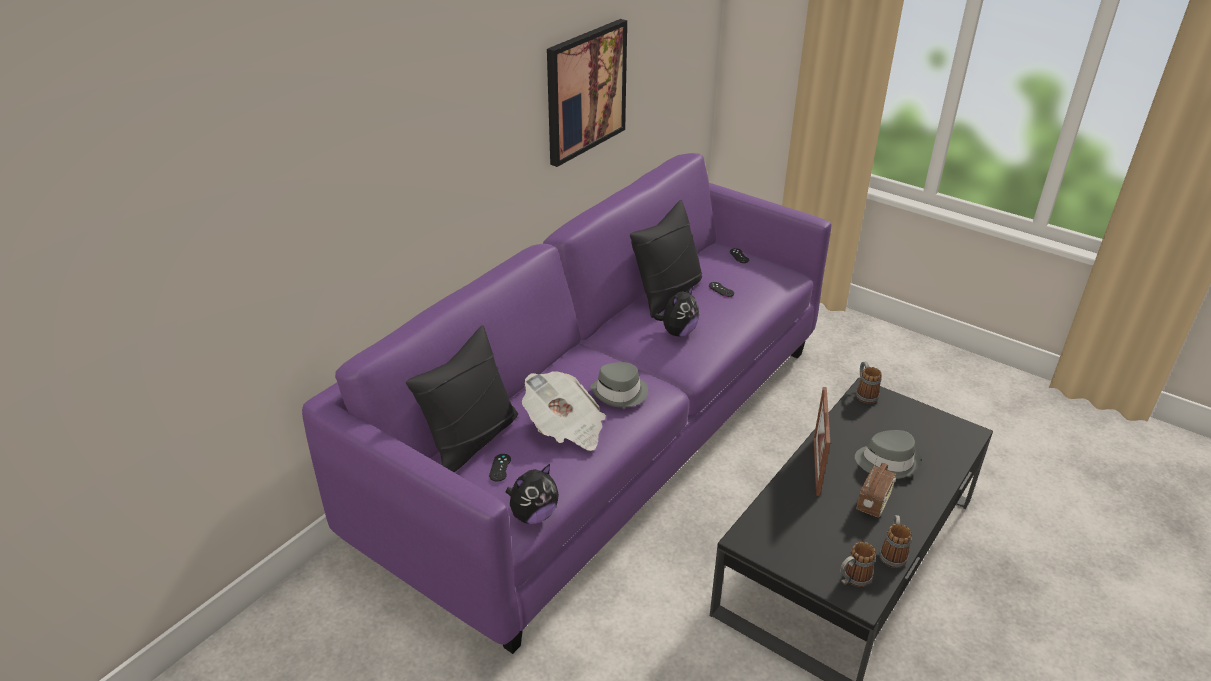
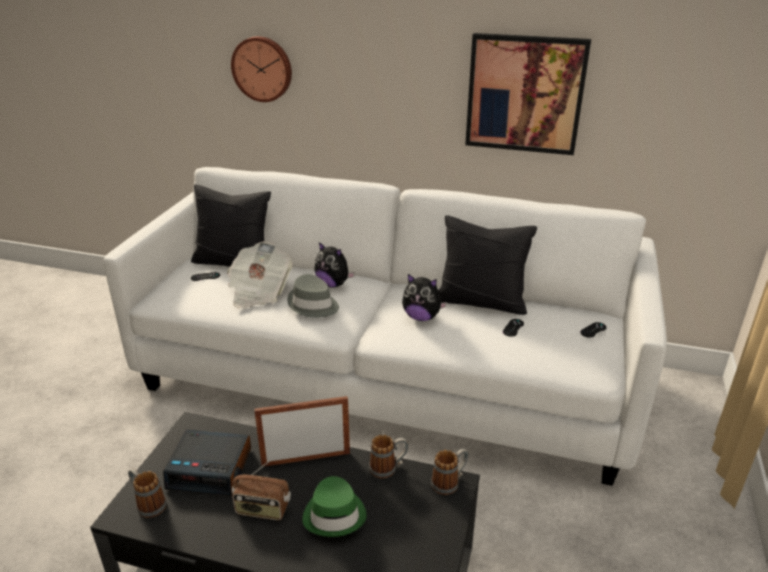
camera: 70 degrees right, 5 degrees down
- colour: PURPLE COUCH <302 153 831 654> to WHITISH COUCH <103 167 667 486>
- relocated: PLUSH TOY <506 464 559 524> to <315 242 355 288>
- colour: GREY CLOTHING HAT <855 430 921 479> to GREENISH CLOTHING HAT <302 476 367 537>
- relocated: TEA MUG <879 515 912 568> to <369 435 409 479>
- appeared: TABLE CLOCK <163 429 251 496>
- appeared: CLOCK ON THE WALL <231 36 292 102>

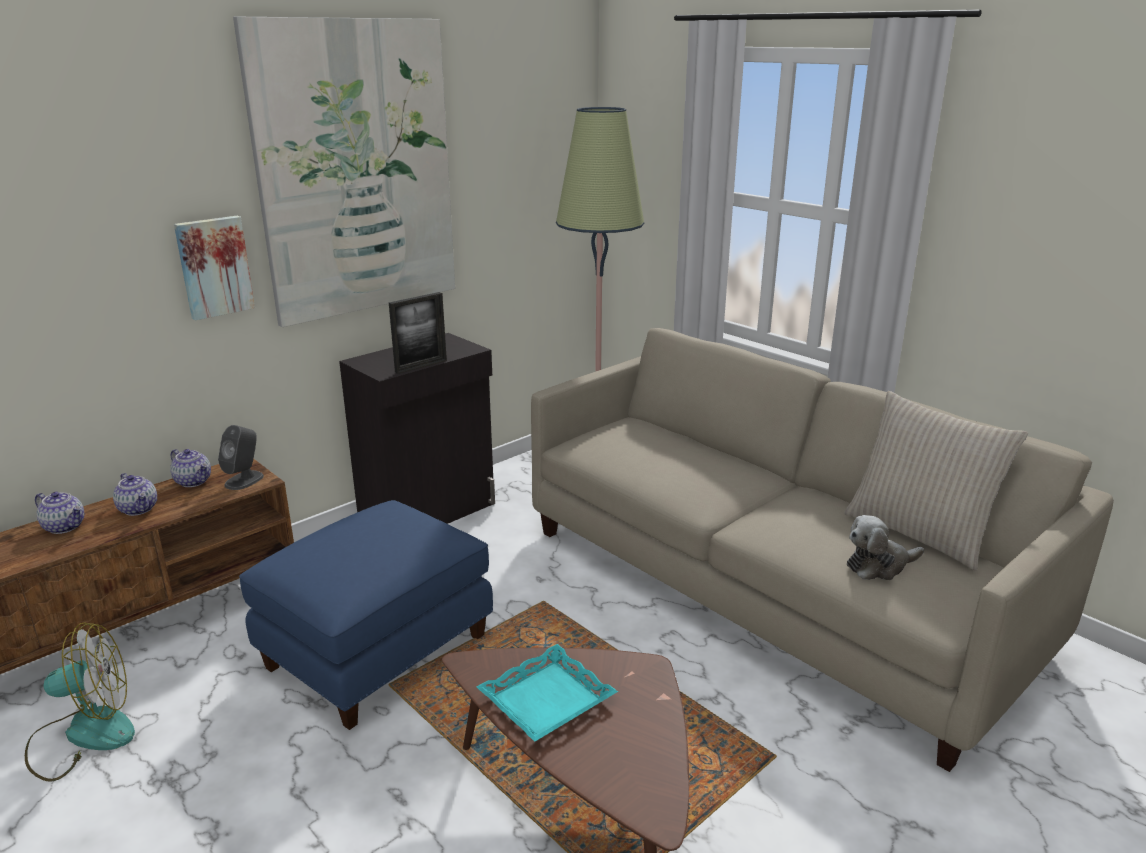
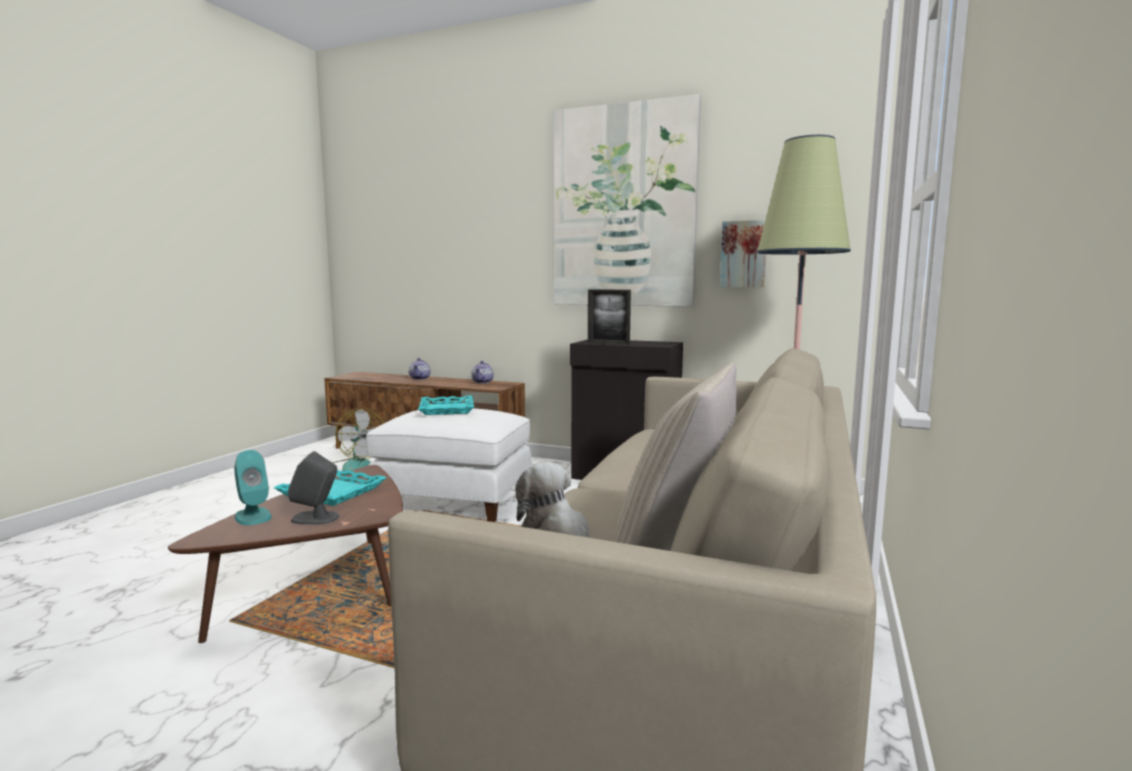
camera: 65 degrees right, 15 degrees down
- missing: TEA POT <113 473 157 516>
- relocated: WALL PICTURE <174 216 255 320> to <720 220 766 287>
- relocated: GREY LOUDSPEAKER <218 425 264 490> to <288 451 339 525>
- colour: BLUE OTTOMAN <239 500 493 730> to WHITISH OTTOMAN <366 408 531 522>
- appeared: TURQUOISE LOUDSPEAKER <234 450 272 525>
- appeared: TURQUOISE SERVING TRAY <418 395 474 415>

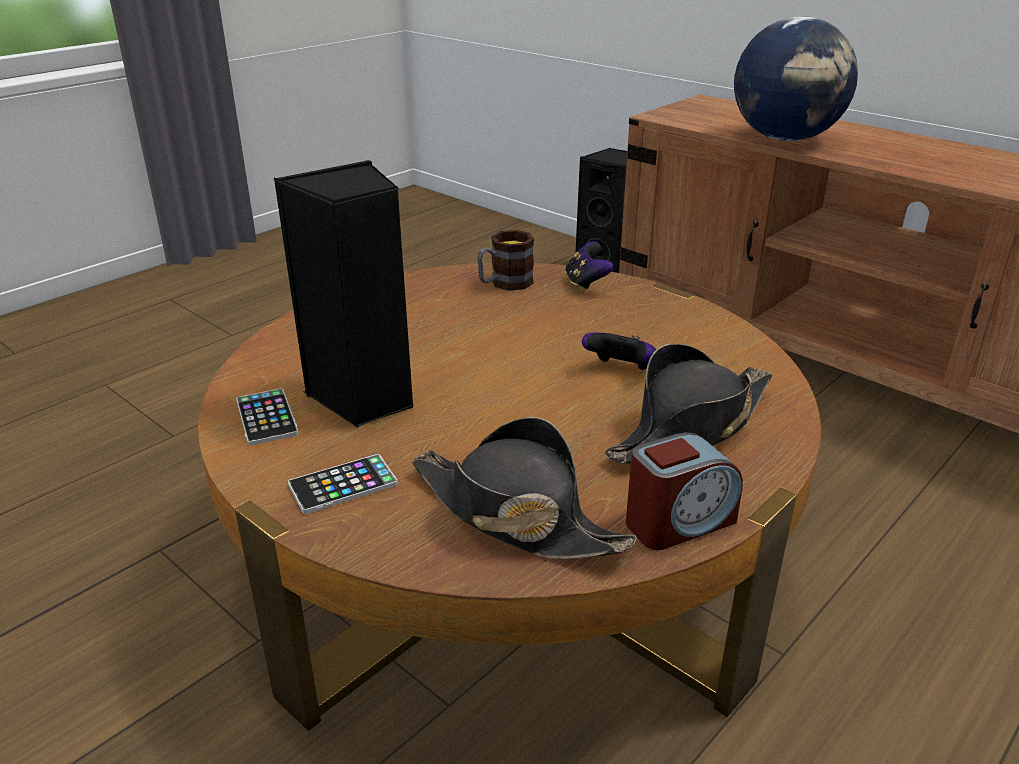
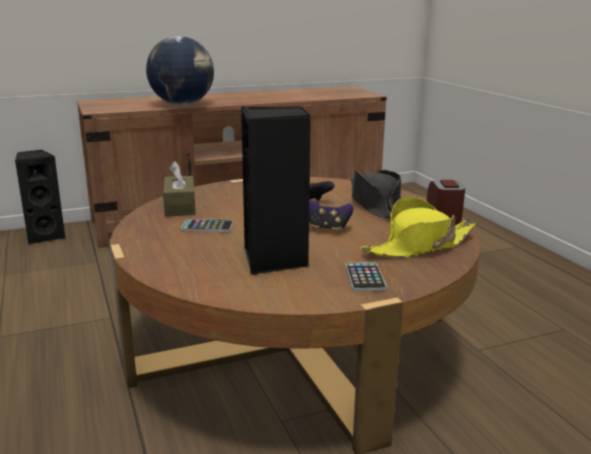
camera: 65 degrees left, 10 degrees down
- relocated: PHONE <236 389 298 445> to <181 219 234 232>
- colour: BLACK-COLOURED CLOTHING HAT <412 417 637 559> to YELLOW-COLOURED CLOTHING HAT <361 196 476 258>
- exchanged: TEA MUG <477 230 534 291> to BROWN BOX OF TISSUES <163 161 196 217>
- relocated: GAMEPAD <565 242 613 292> to <309 200 353 233>

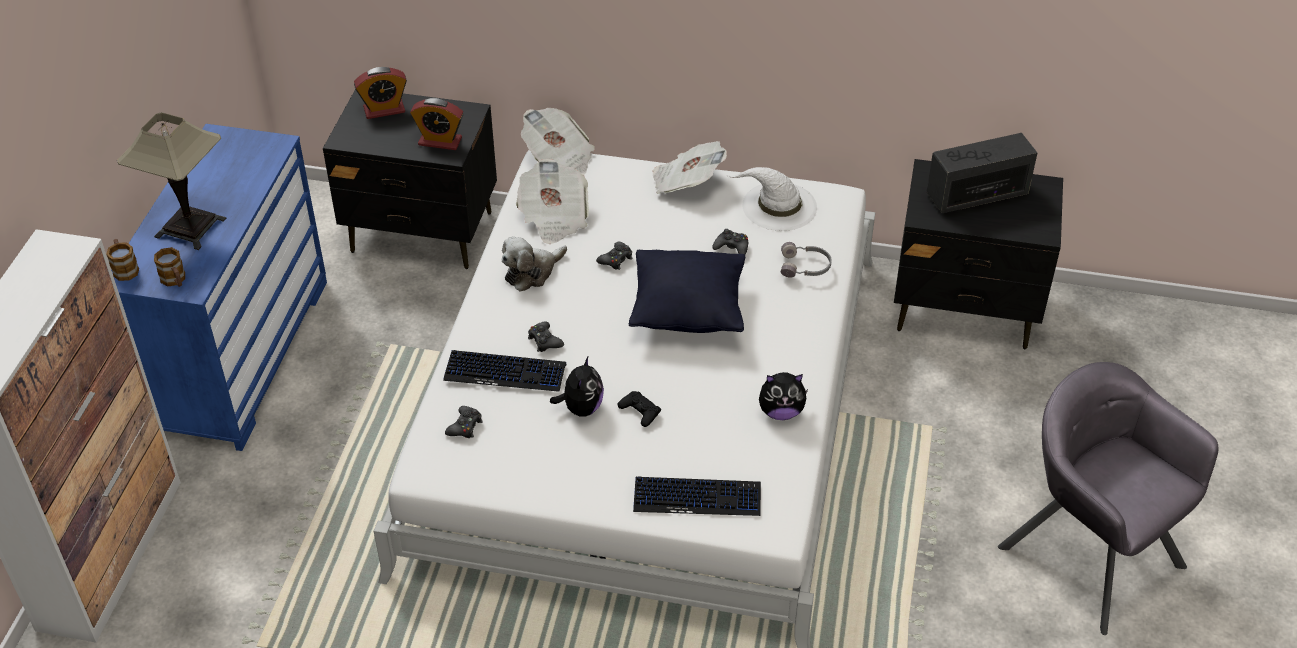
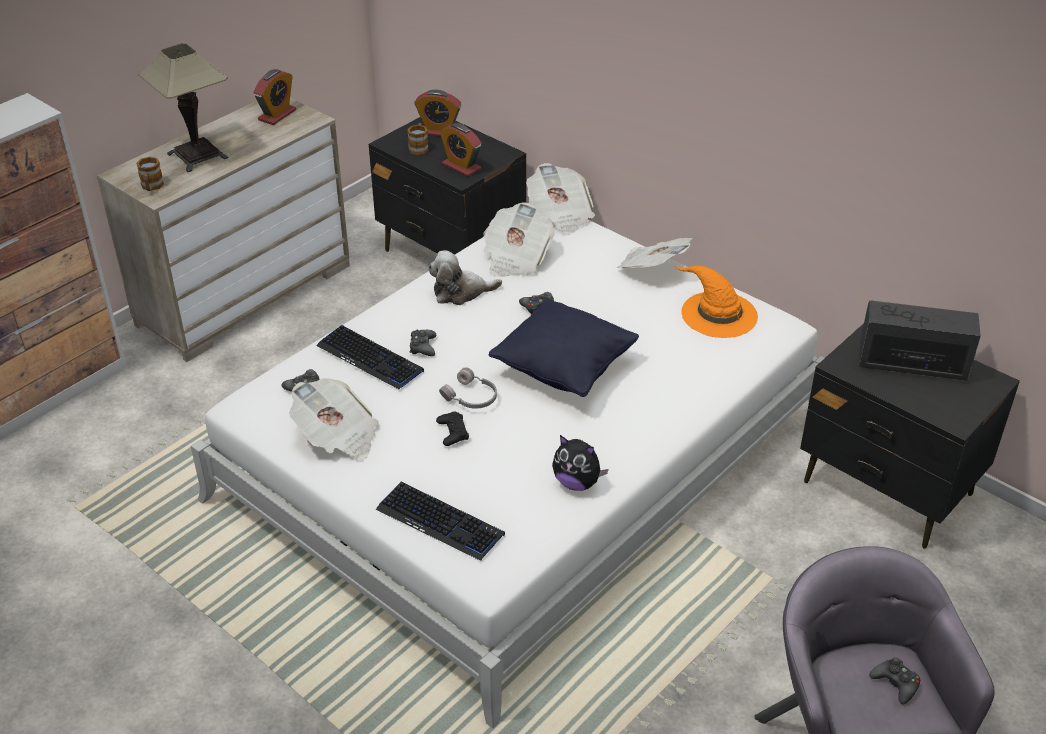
camera: 30 degrees right, 5 degrees down
- relocated: TEA MUG <106 239 139 281> to <407 123 429 155>
- colour: BLUE DRAWER CHEST <111 124 327 451> to SAND-COLOURED DRAWER CHEST <97 97 350 362>
- missing: PLUSH TOY <550 355 604 417>
- relocated: BLACK-COLOURED GAMEPAD <713 229 748 255> to <869 657 920 705>
- colour: WHITISH CLOTHING HAT <727 167 817 231> to ORANGE-COLOURED CLOTHING HAT <675 266 758 338>
- relocated: GREY PAIR OF HEADPHONES <781 242 832 278> to <439 367 497 409>
- appeared: TABLE CLOCK <253 69 296 125>
- appeared: PRINTED PAPER <289 378 379 460>

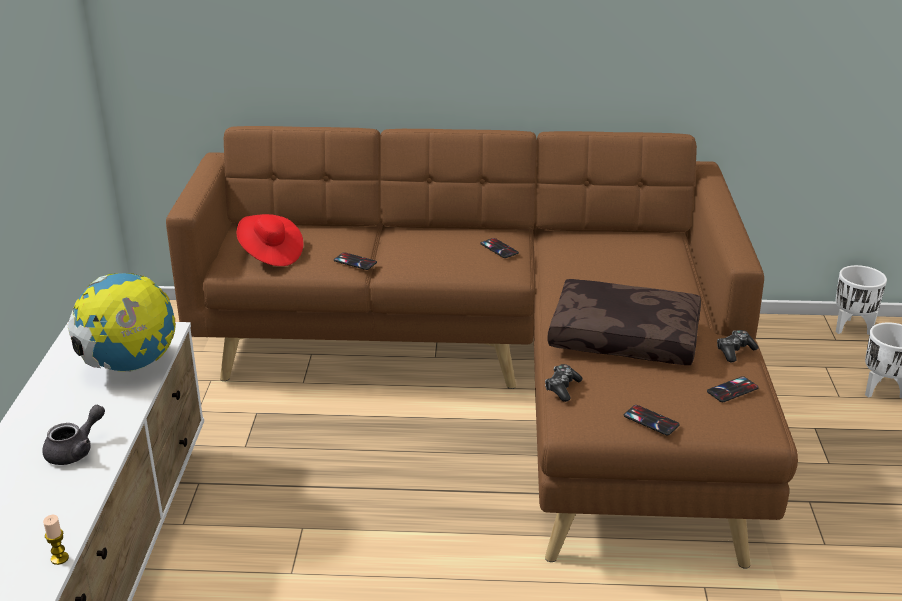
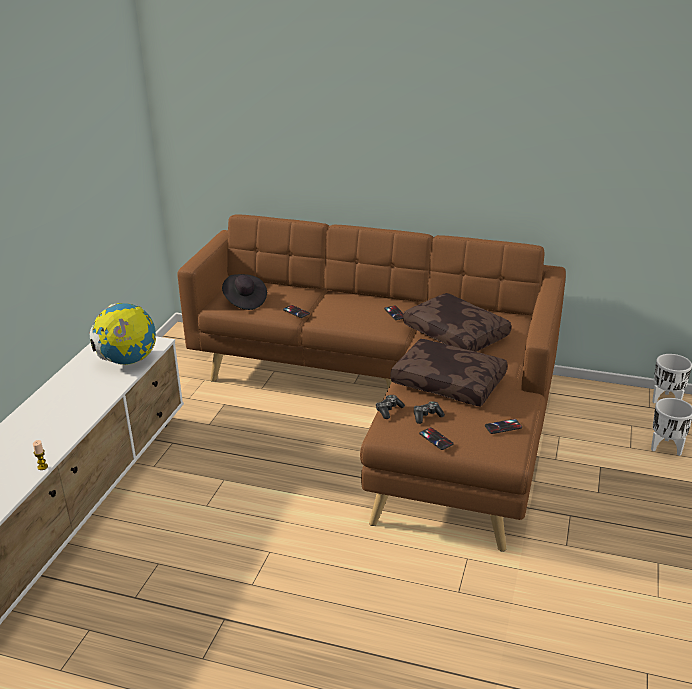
camera: 15 degrees right, 0 degrees up
- missing: GREY TEA POT <42 405 105 465>
- colour: REDDISH CLOTHING HAT <237 214 303 266> to BLACK-COLOURED CLOTHING HAT <222 274 267 310>
- relocated: GAMEPAD <717 330 759 362> to <414 401 445 424>
- appeared: BROWN PILLOW <403 293 511 352>

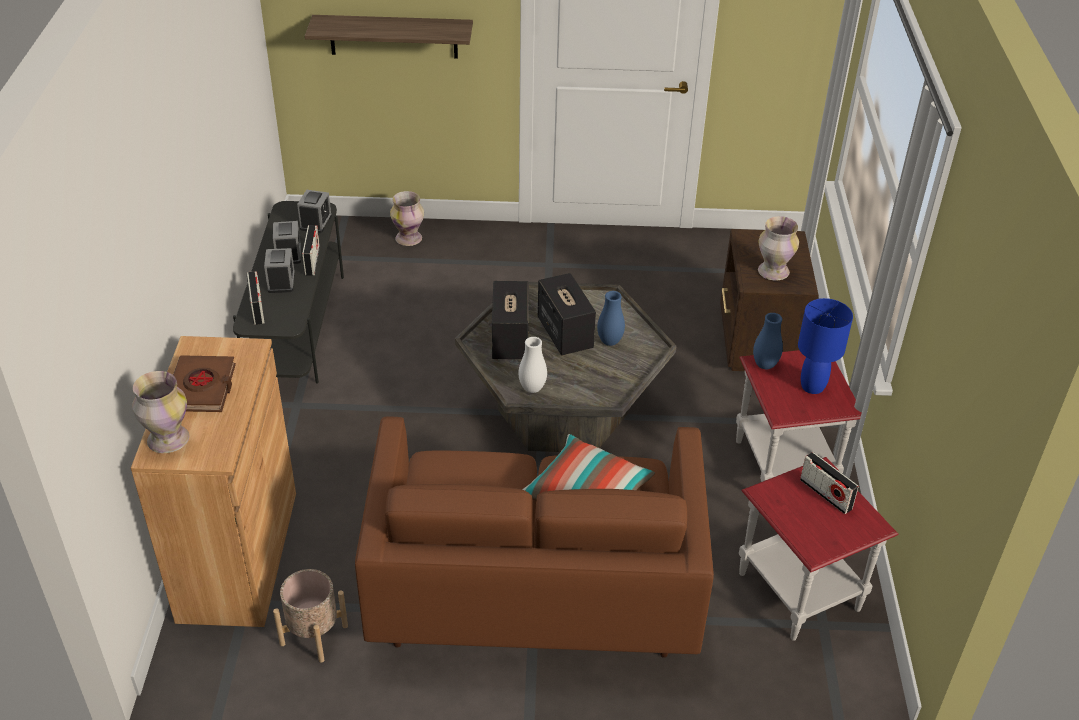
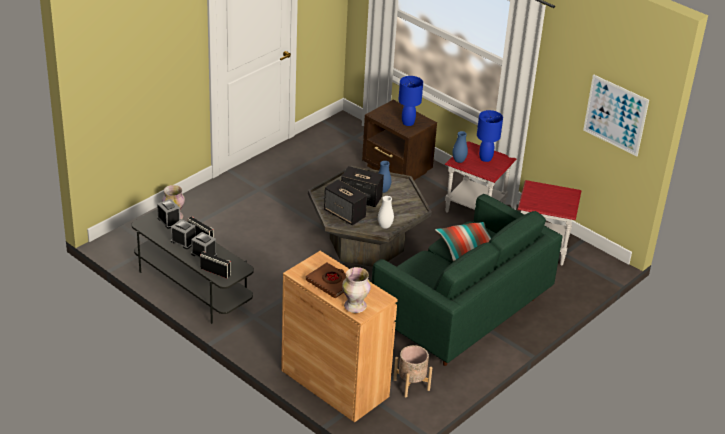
camera: 50 degrees left, 5 degrees down
- missing: BRACKET SHELF <305 15 473 59>
- colour: BROWN COUCH <355 416 714 658> to GREENISH COUCH <371 194 562 366>
- exchanged: FLOWER VASE <758 216 799 281> to BLUE TABLE LAMP <398 76 423 126>
- missing: RADIO <800 452 859 514>
- appeared: WALL PICTURE <583 75 649 156>

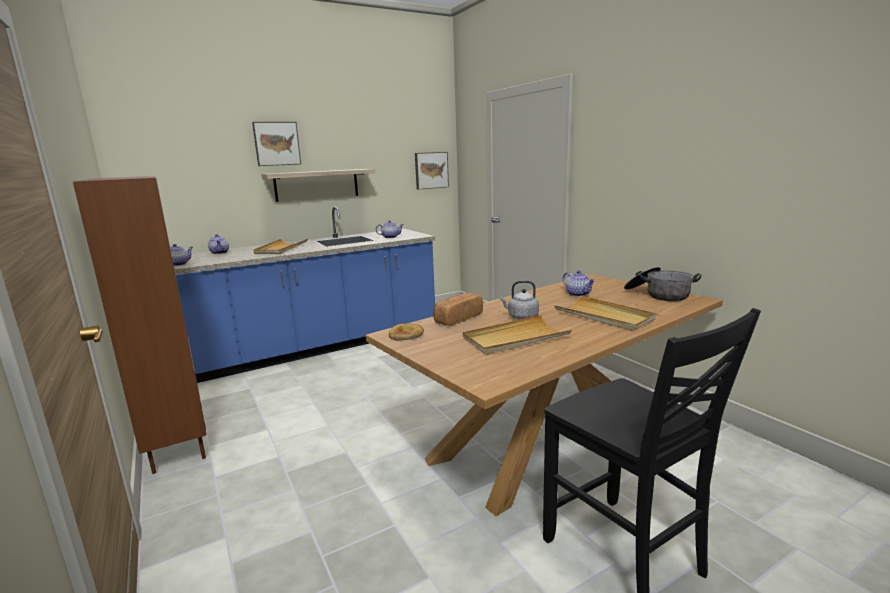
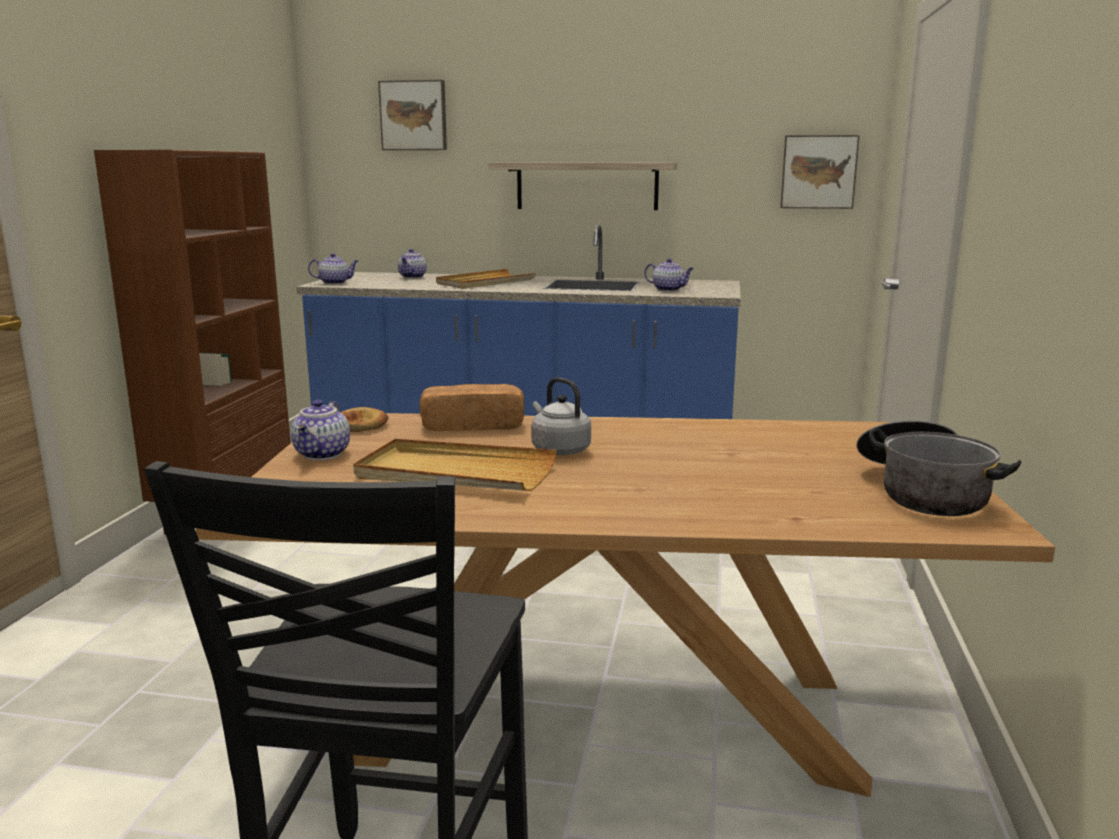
camera: 40 degrees right, 0 degrees up
- relocated: WALL PICTURE <252 122 301 166> to <378 80 447 150>
- missing: SAND-COLOURED SERVING TRAY <554 296 656 331>
- relocated: TEA POT <563 270 595 297> to <291 400 350 460>

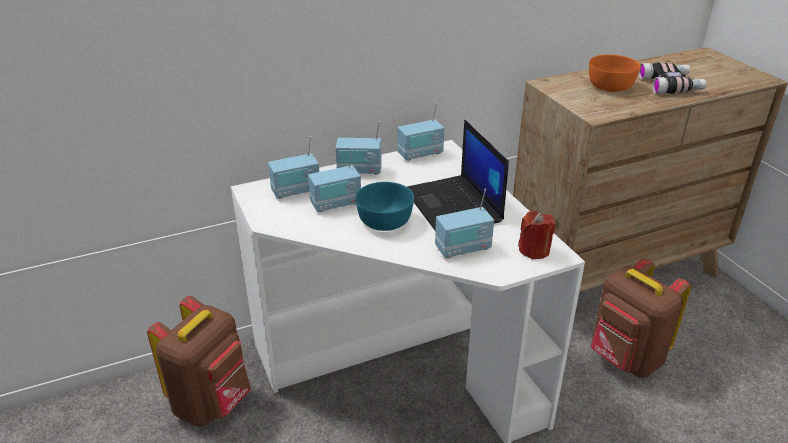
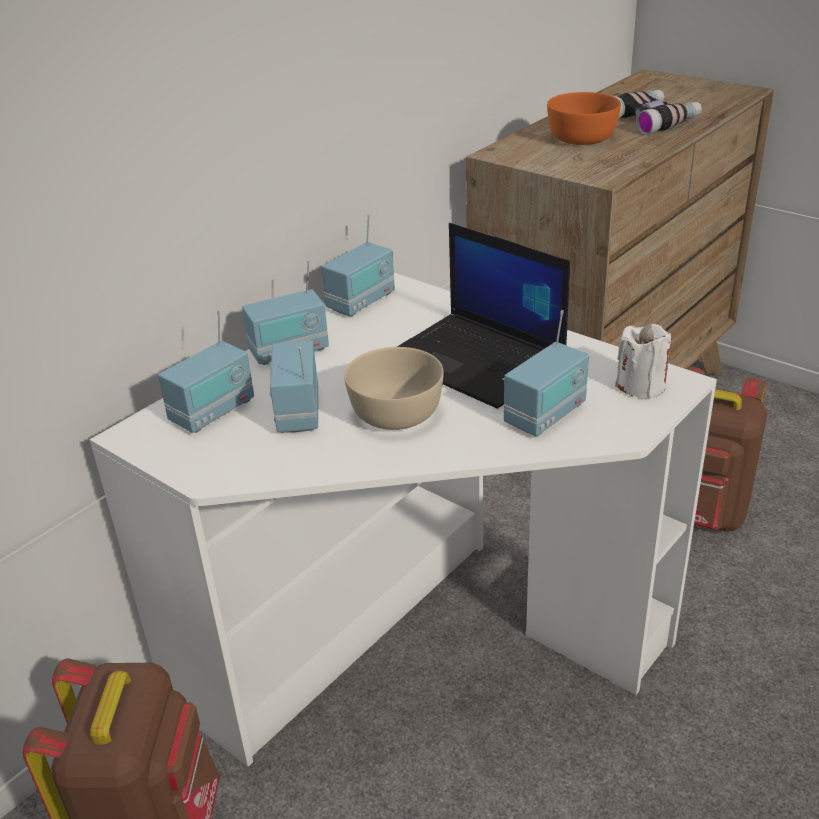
camera: 25 degrees left, 0 degrees up
- spun: RADIO <308 148 361 212> = <270 341 318 433> 135 degrees clockwise
- colour: TURQUOISE BOWL <355 182 414 231> to SAND-COLOURED BOWL <344 347 444 430>
- colour: REDDISH CANDLE <518 211 556 259> to WHITISH CANDLE <615 323 671 399>

